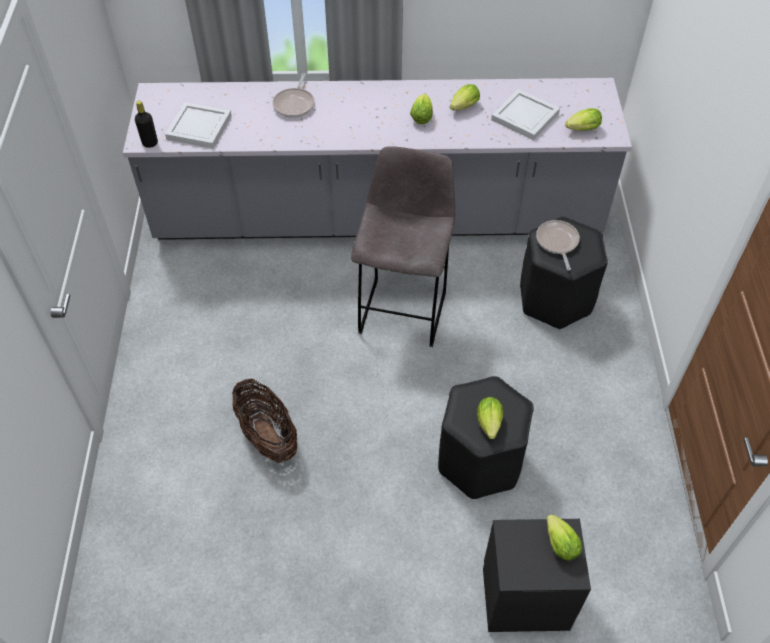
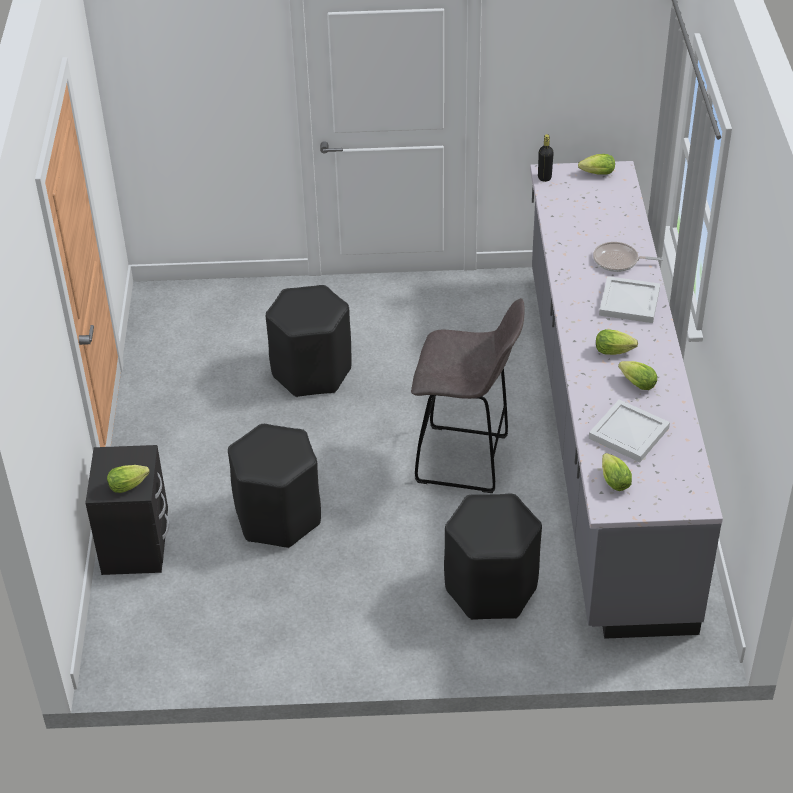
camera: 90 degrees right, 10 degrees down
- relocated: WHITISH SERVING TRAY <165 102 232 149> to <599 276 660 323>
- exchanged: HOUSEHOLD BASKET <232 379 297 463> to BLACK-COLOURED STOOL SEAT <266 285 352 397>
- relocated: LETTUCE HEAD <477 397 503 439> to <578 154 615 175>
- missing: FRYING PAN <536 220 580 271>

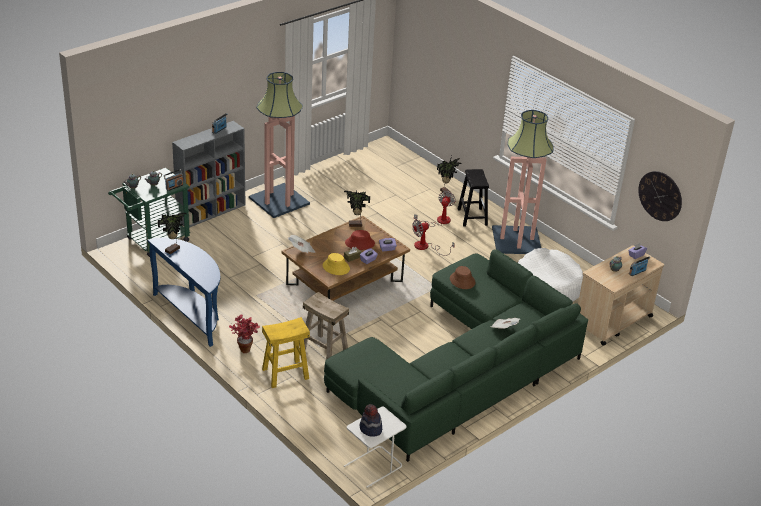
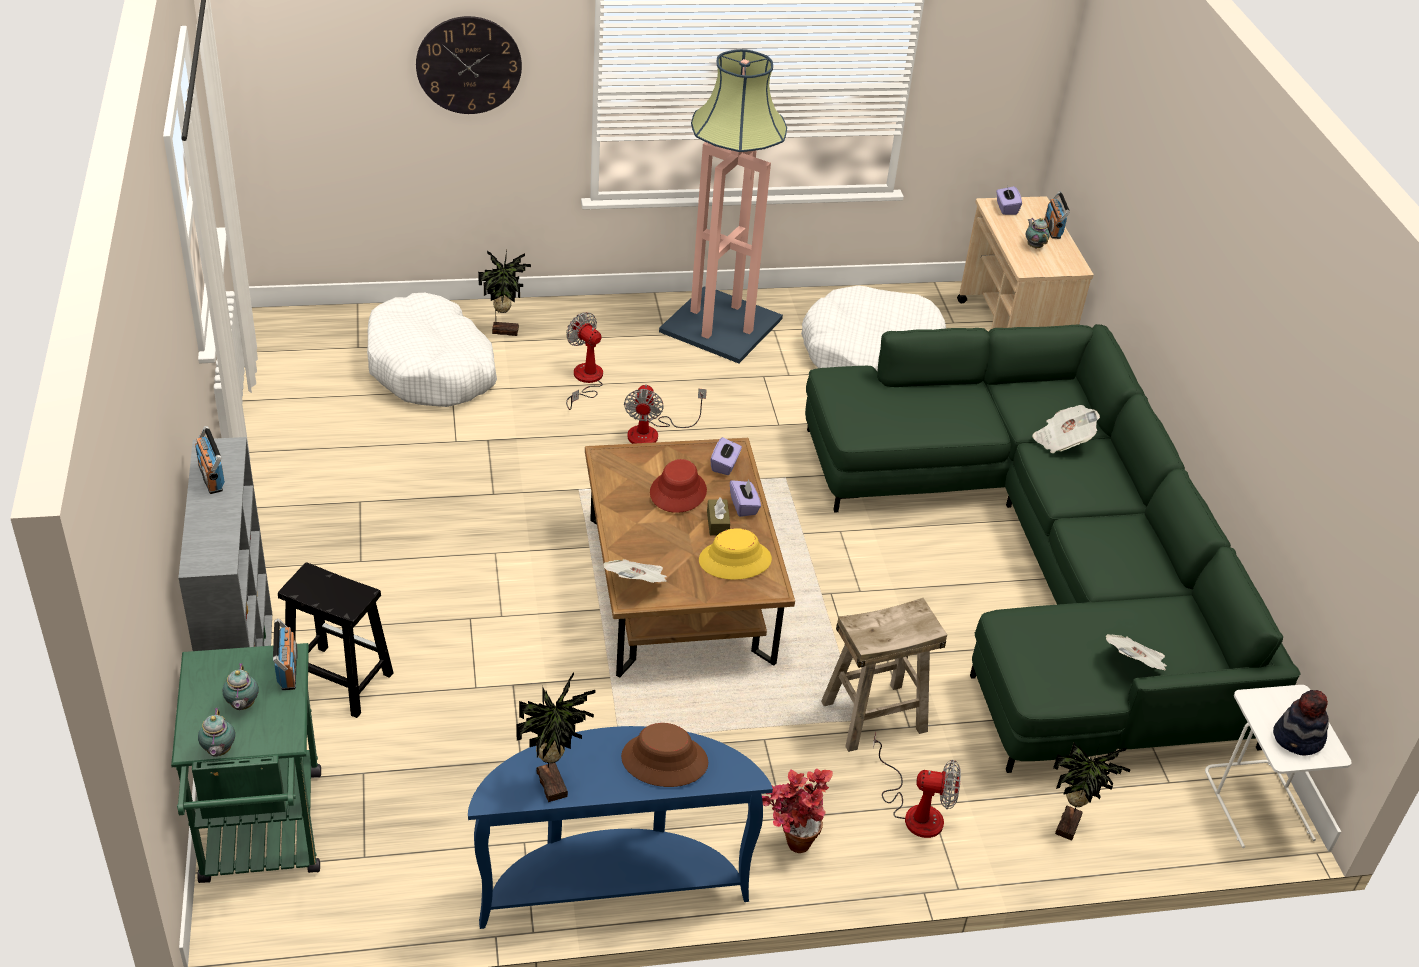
camera: 60 degrees left, 5 degrees up
- missing: STANDARD LAMP <249 72 310 218>
- exchanged: YELLOW-COLOURED STOOL SEAT <262 317 310 388> to ELECTRIC FAN <873 732 961 838>
- relocated: HOUSEPLANT <344 191 370 227> to <1053 742 1131 841>
- relocated: BROWN CLOTHING HAT <450 266 476 289> to <621 723 708 787>
- relocated: BLACK-COLOURED STOOL SEAT <458 169 489 227> to <278 563 393 718>
- relocated: CLOCK ON THE WALL <638 171 682 221> to <416 16 522 114>
- appeared: WHITISH PET BED <367 293 497 407>
- appeared: PRINTED PAPER <1106 634 1167 671>

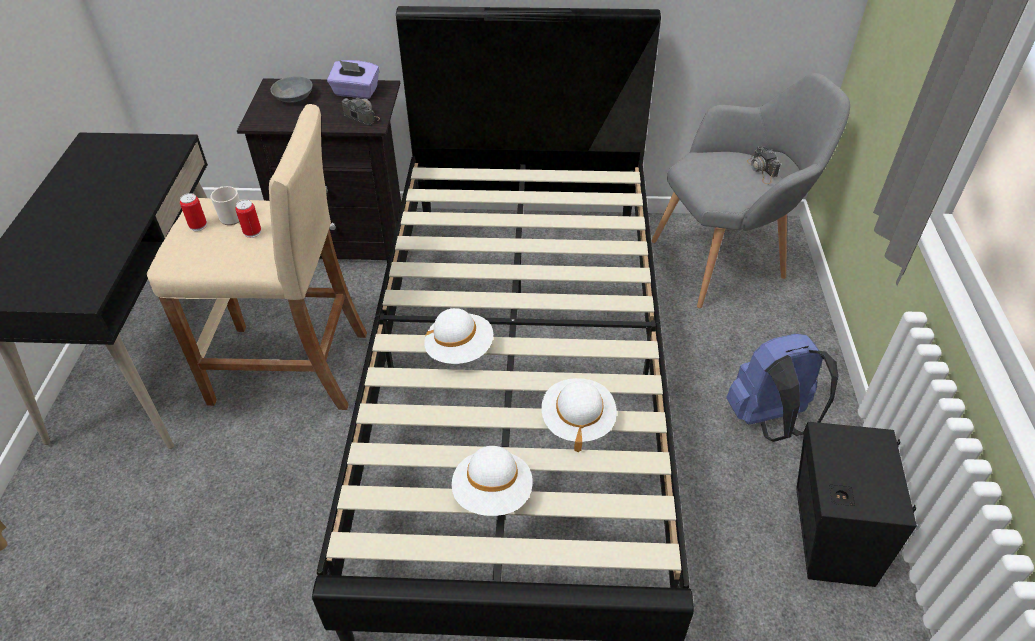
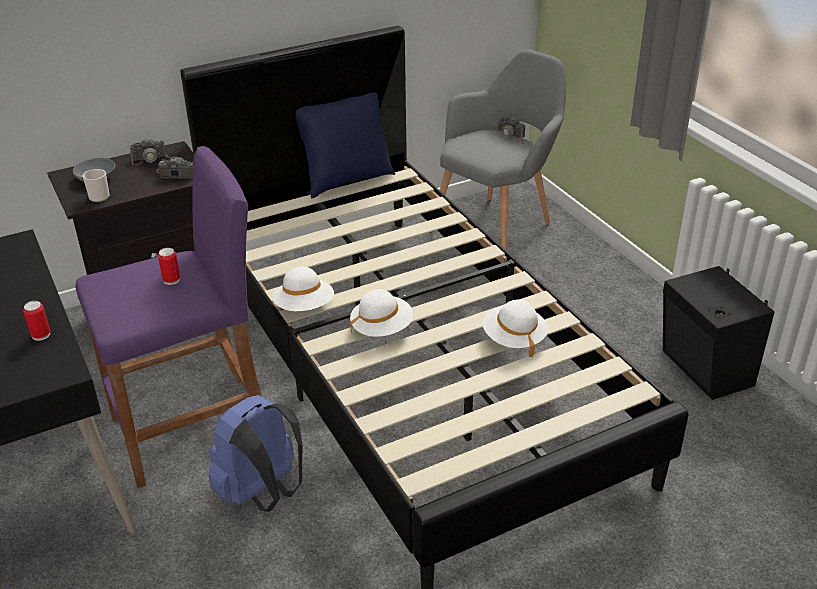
camera: 30 degrees left, 10 degrees down
- colour: SAND-COLOURED STOOL SEAT <147 104 367 410> to PURPLE STOOL SEAT <75 146 262 488>
- relocated: METAL CAN <180 193 207 231> to <23 301 50 341>
- relocated: TEA MUG <210 186 240 225> to <83 169 110 202>
- exchanged: PURPLE BOX OF TISSUES <327 60 379 99> to PHOTO CAMERA <130 139 172 165>
- relocated: WHITISH CLOTHING HAT <452 446 533 516> to <273 266 334 311>
- relocated: BLUE RUCKSACK <726 334 838 442> to <209 395 303 512>
- appeared: BLUE PILLOW <295 93 395 198>

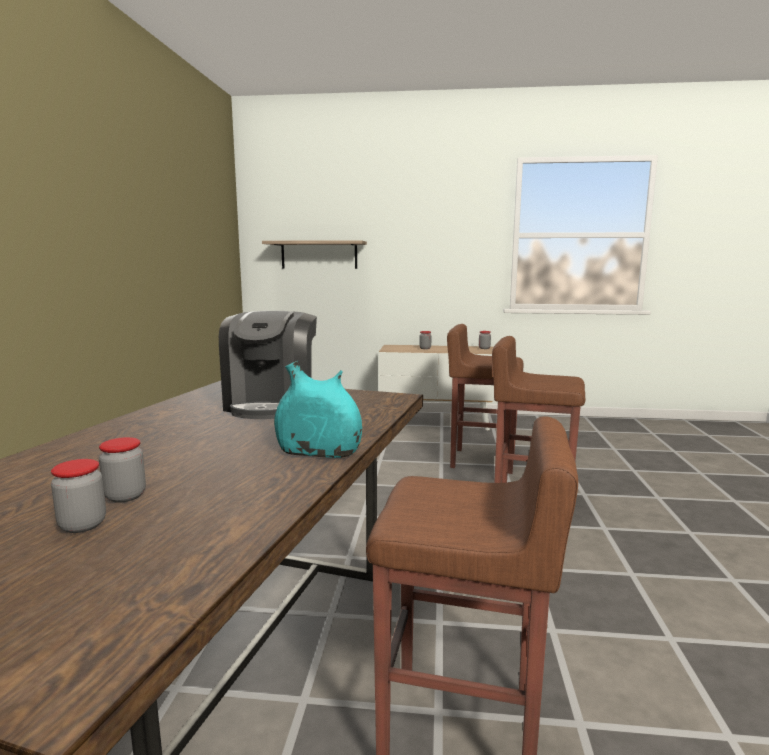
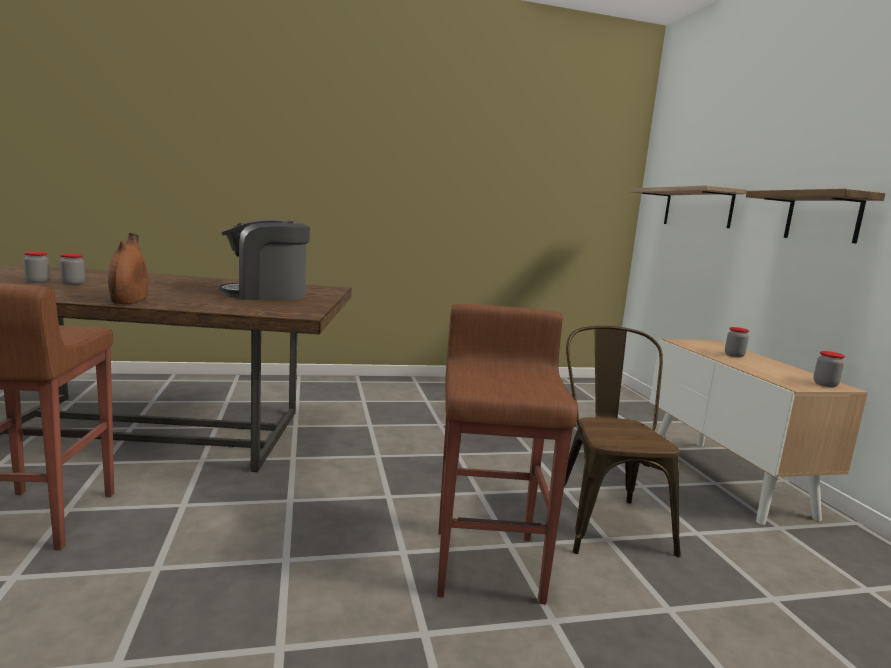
camera: 70 degrees right, 0 degrees up
- colour: TURQUOISE FLOWER VASE <274 361 362 458> to BROWN FLOWER VASE <108 233 148 304>
- exchanged: BROWN STOOL SEAT <447 324 524 474> to BROWN PLAIN CHAIR <564 326 680 557>
- appeared: BRACKET SHELF <746 189 886 244>

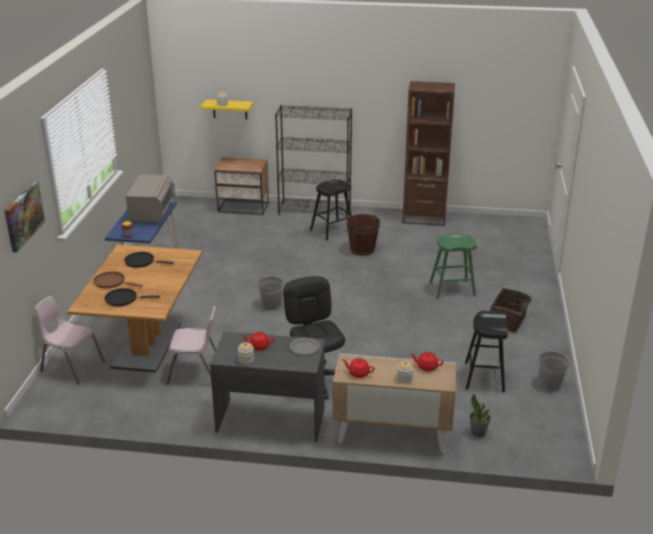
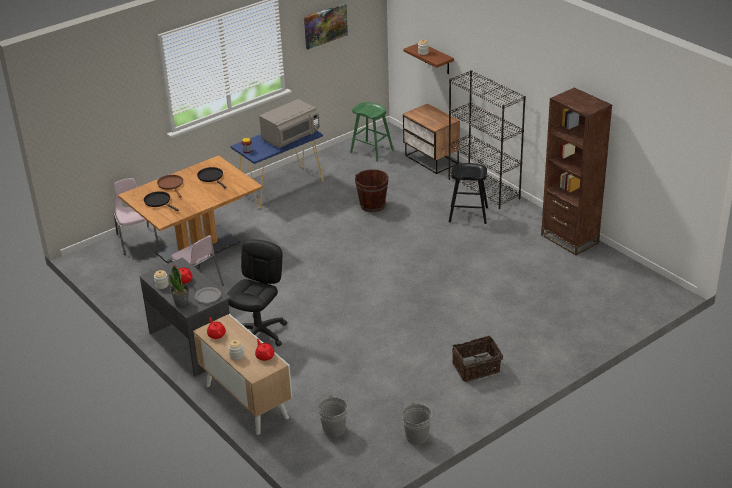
camera: 45 degrees right, 5 degrees up
- relocated: WALL PICTURE <4 181 45 253> to <304 3 348 49>
- colour: YELLOW-COLOURED BRACKET SHELF <200 99 254 119> to BROWN BRACKET SHELF <403 43 454 74>
- relocated: GREY BUCKET <258 276 283 310> to <318 395 348 438>
- relocated: BROWN BUCKET <346 214 380 256> to <355 169 389 212>
- relocated: GREENISH STOOL SEAT <429 234 477 299> to <350 102 394 162>
- missing: BLACK-COLOURED STOOL SEAT <465 311 508 392>
- relocated: HOUSEPLANT <470 394 491 437> to <169 265 189 307>

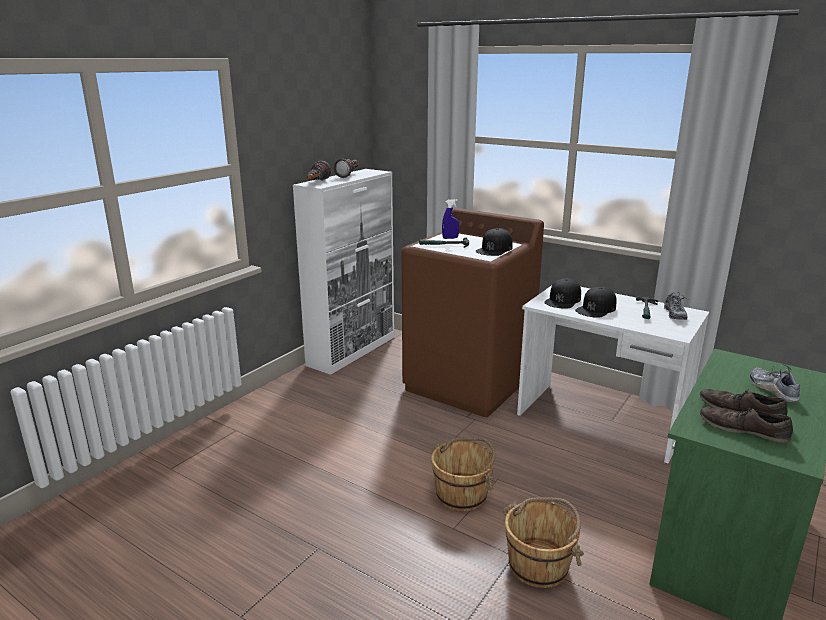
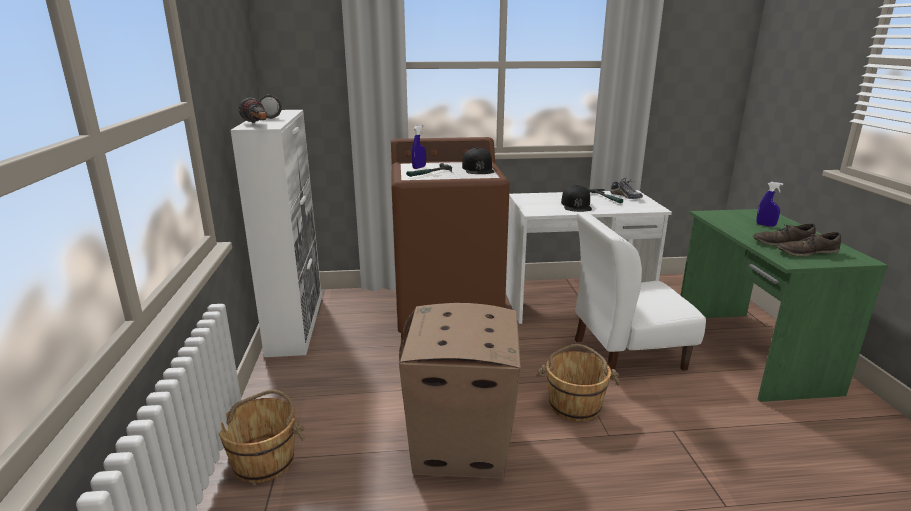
camera: 40 degrees left, 0 degrees up
- relocated: BROWN BUCKET <503 497 584 588> to <219 390 305 483>
- missing: BLACK-COLOURED CAP <544 278 581 309>
- exchanged: SHOE <750 365 800 403> to BLUE SPRAYER <756 182 783 227>
- appeared: PACKING BOX <399 303 521 479>
- appeared: WHITISH PLAIN CHAIR <575 212 706 379>

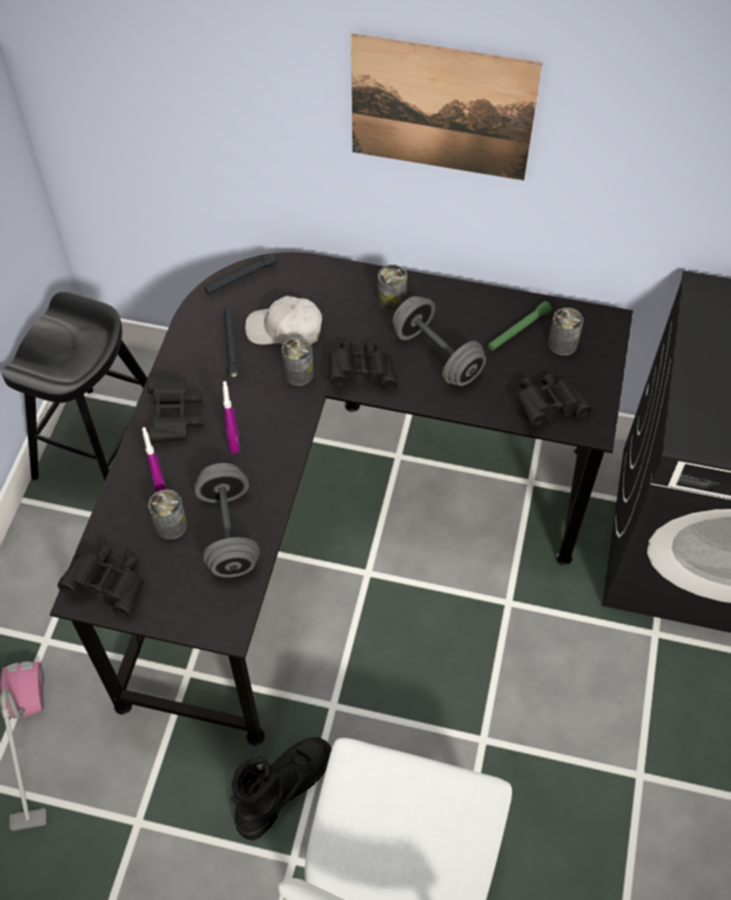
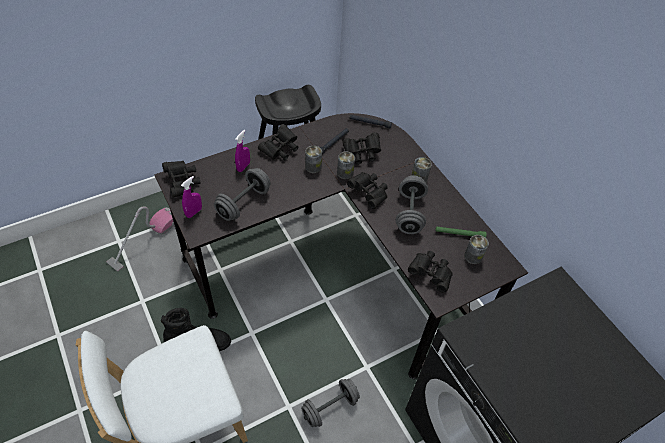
camera: 45 degrees right, 5 degrees down
- relocated: METAL CAN <148 489 187 540> to <305 146 322 173>
- relocated: PURPLE SPRAYER <223 381 240 454> to <181 176 202 218>
- exchanged: WHITISH CAP <245 296 322 345> to BLACK-COLOURED FIELD GLASSES <342 132 381 164>
- missing: WALL PICTURE <351 33 542 181>
- appeared: GREY FREE WEIGHT <301 379 360 427>

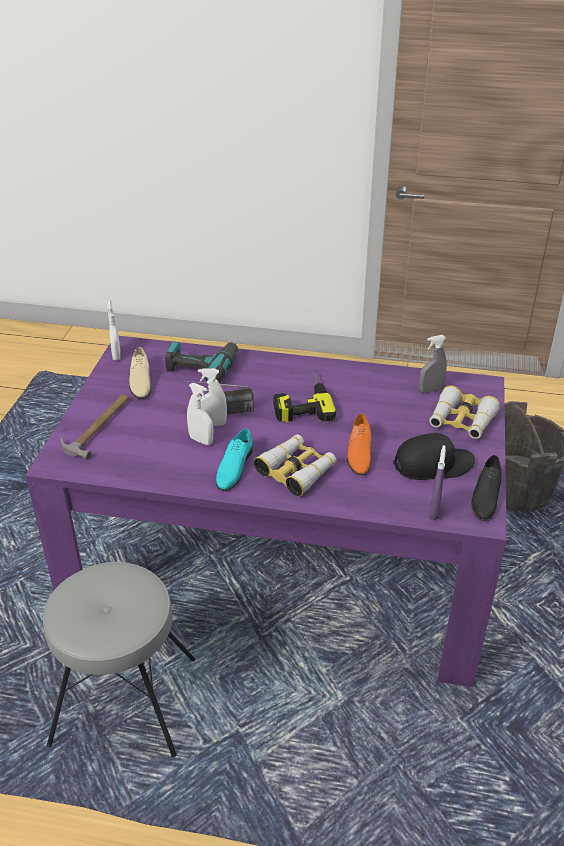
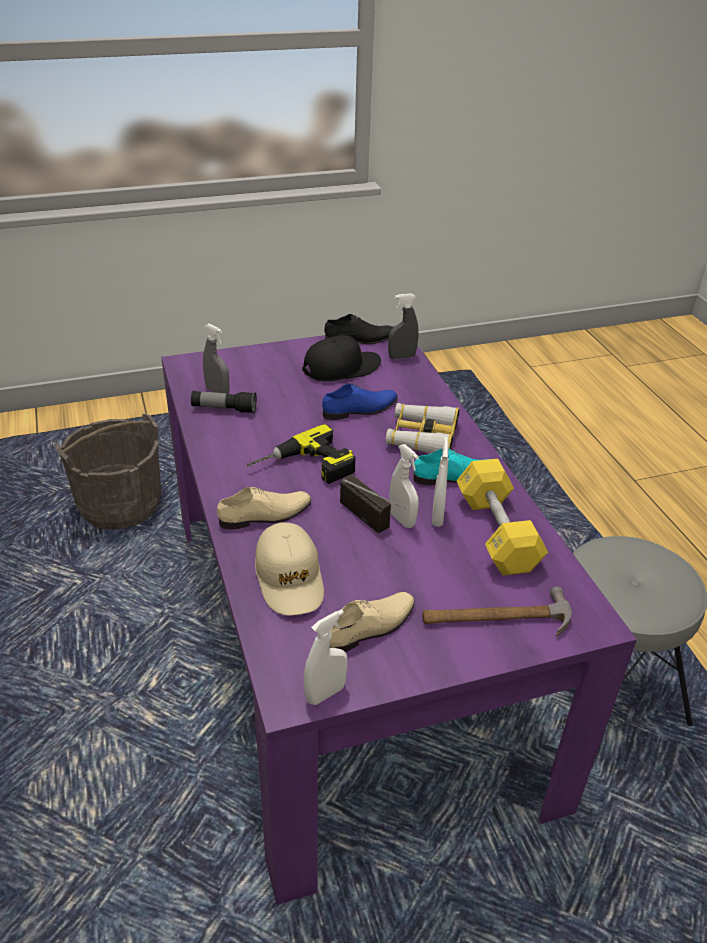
camera: 120 degrees left, 0 degrees up
- exchanged: DRILL <165 341 238 383> to SAND-COLOURED CAP <255 522 324 616>
- colour: ORANGE-COLOURED SHOE <347 414 371 476> to BLUE SHOE <322 384 398 420>
- spun: BLACK-COLOURED CAP <393 433 475 480> = <302 335 381 381> 105 degrees clockwise
- missing: FIELD GLASSES <429 385 500 439>
- colour: PURPLE SPRAYER <429 445 446 520> to GREY SPRAYER <388 293 419 359>
- appeared: HAND TORCH <191 391 257 413>
- appeared: SAND-COLOURED SHOE <217 487 311 530>
- appeared: YELLOW-COLOURED FREE WEIGHT <457 459 548 576>

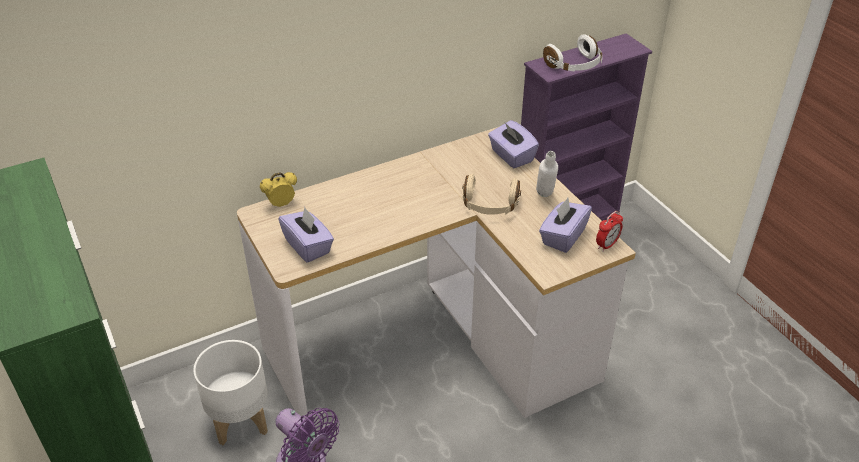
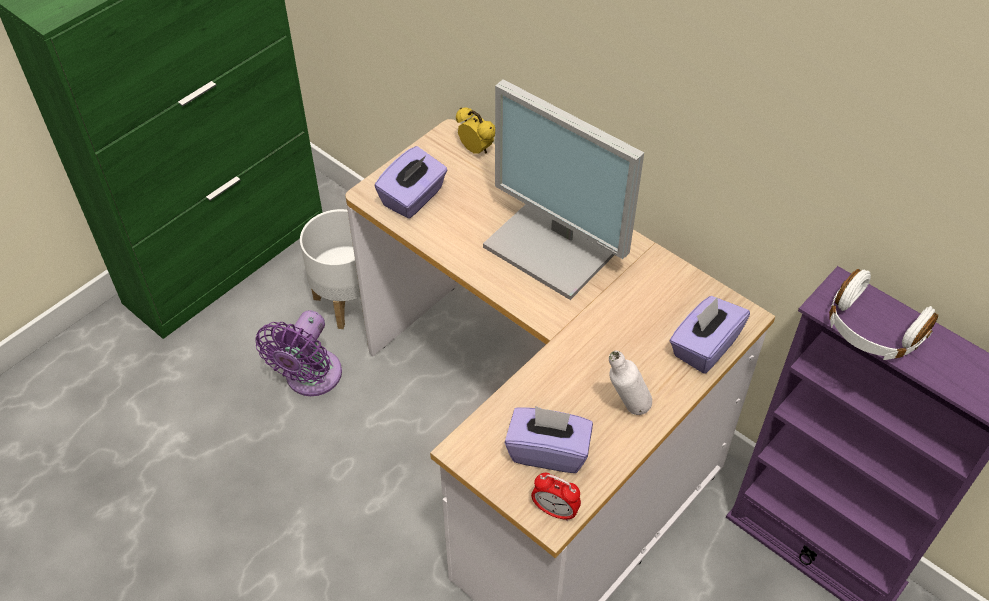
camera: 70 degrees right, 10 degrees up
- missing: SAND-COLOURED PAIR OF HEADPHONES <462 174 521 215>
- appeared: COMPUTER SCREEN <483 79 644 300>

